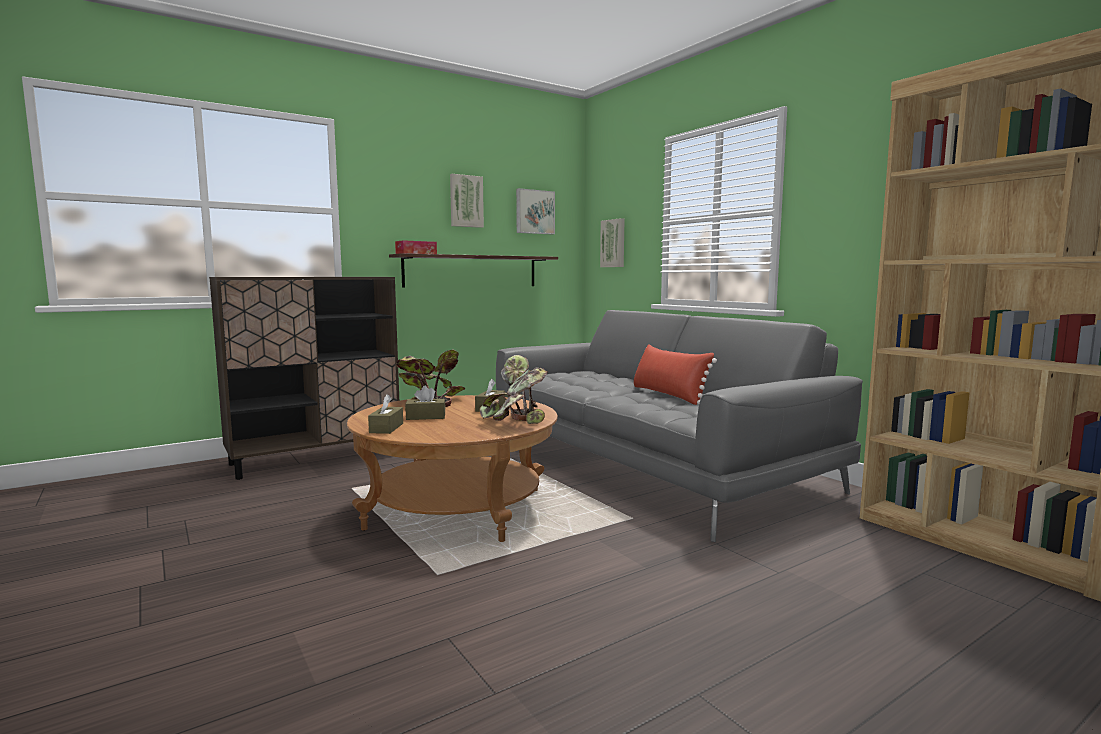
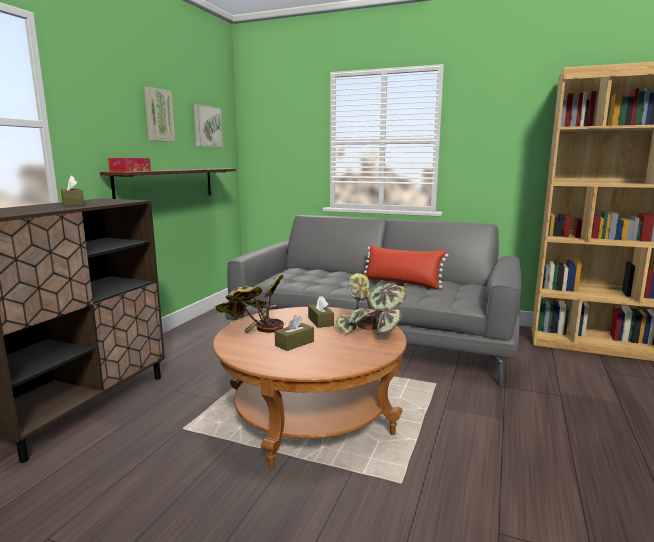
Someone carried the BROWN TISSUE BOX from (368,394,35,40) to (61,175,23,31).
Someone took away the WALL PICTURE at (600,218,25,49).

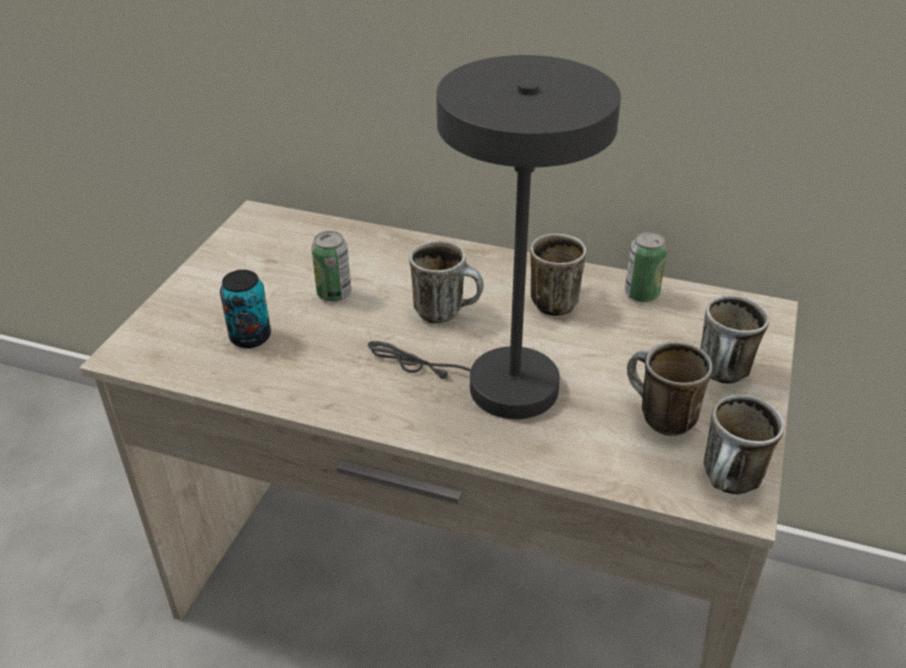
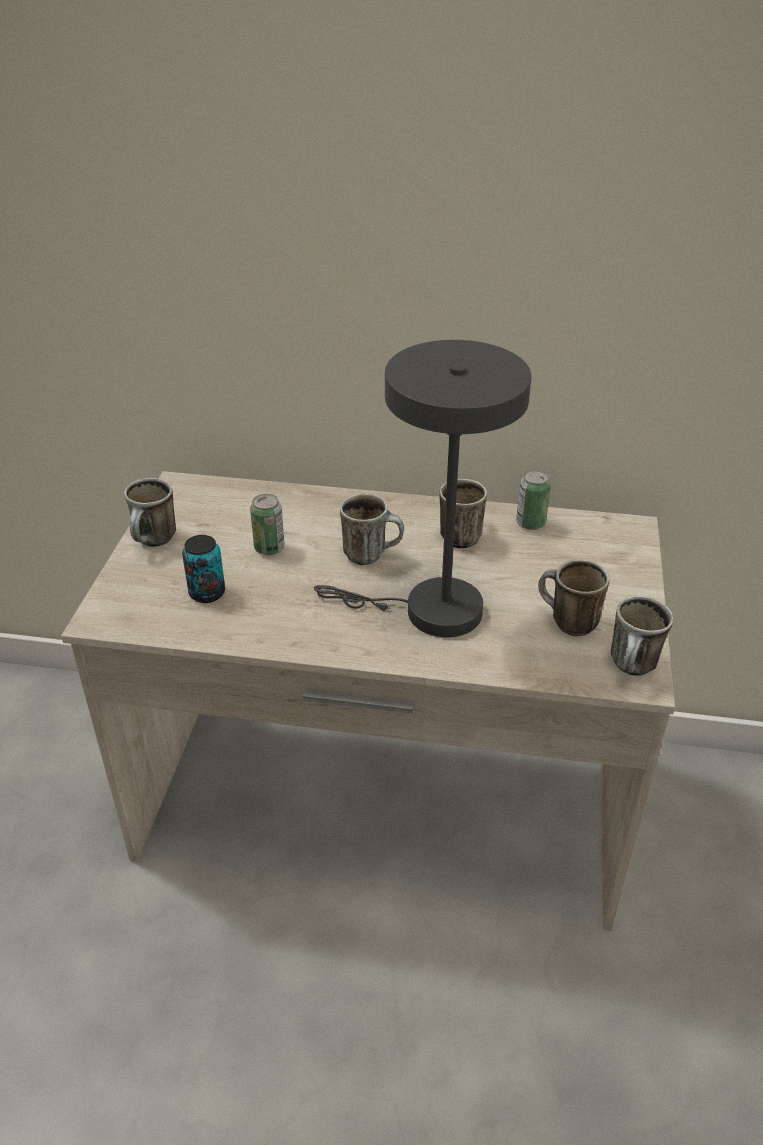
Someone carried the MUG from (700,295,69,89) to (124,478,52,69).

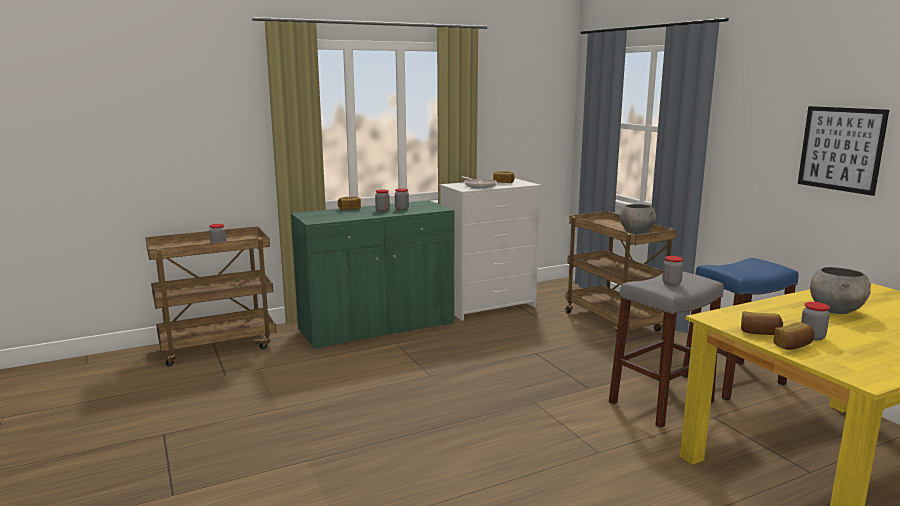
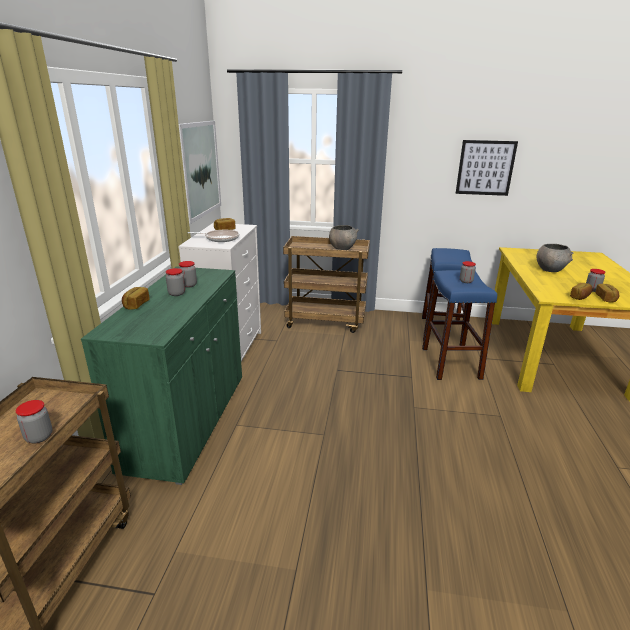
Someone put up the WALL PICTURE at (179,121,42,103).
Someone repainted the GRAY SITTING STOOL at (609,272,115,156), which became the BLUE SITTING STOOL at (422,270,75,110).

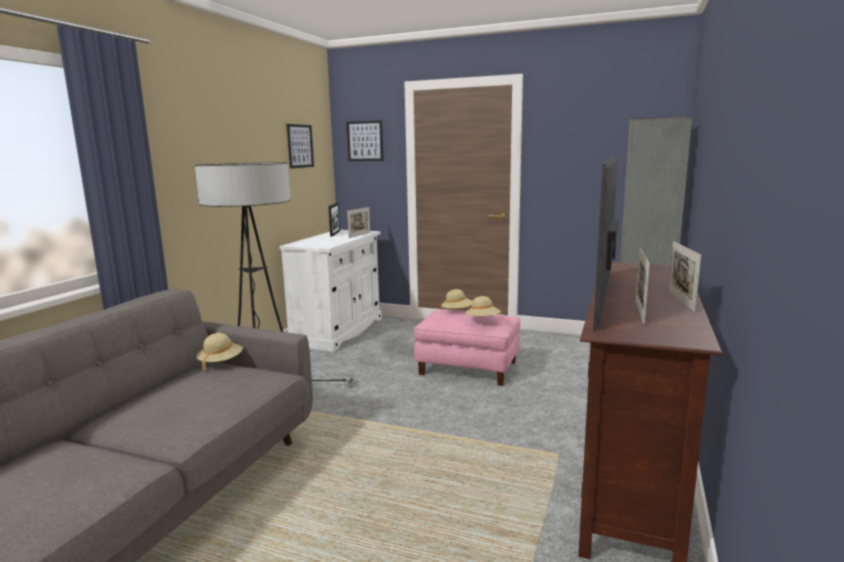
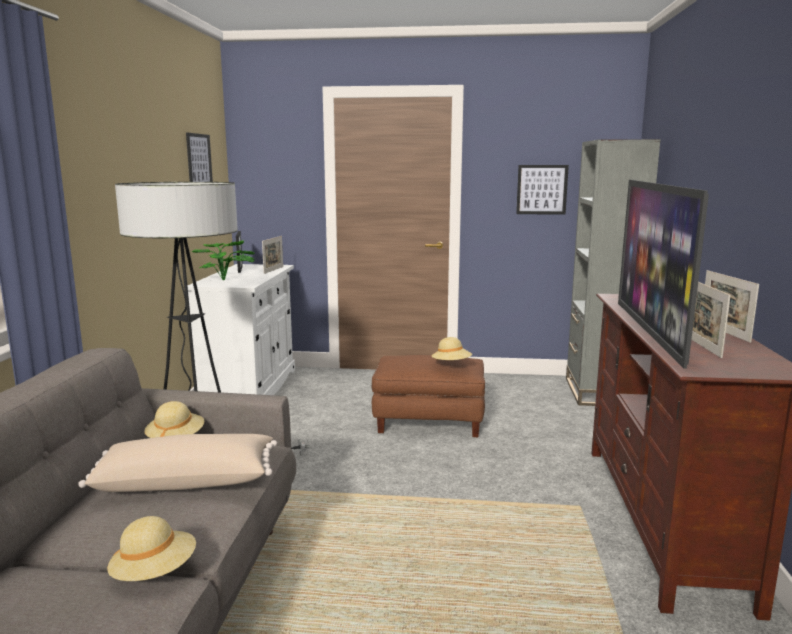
Someone put down the SAND-COLOURED PILLOW at (78,434,199,58).
Someone carried the SAND-COLOURED WEARABLE HAT from (441,289,31,21) to (107,516,89,65).
Someone put down the HOUSEPLANT at (192,240,63,40).
Someone repainted the PINK-COLOURED POUFFE at (414,310,106,76), which became the BROWN POUFFE at (372,355,113,82).
Someone carried the WALL PICTURE from (346,120,38,41) to (516,165,53,50).

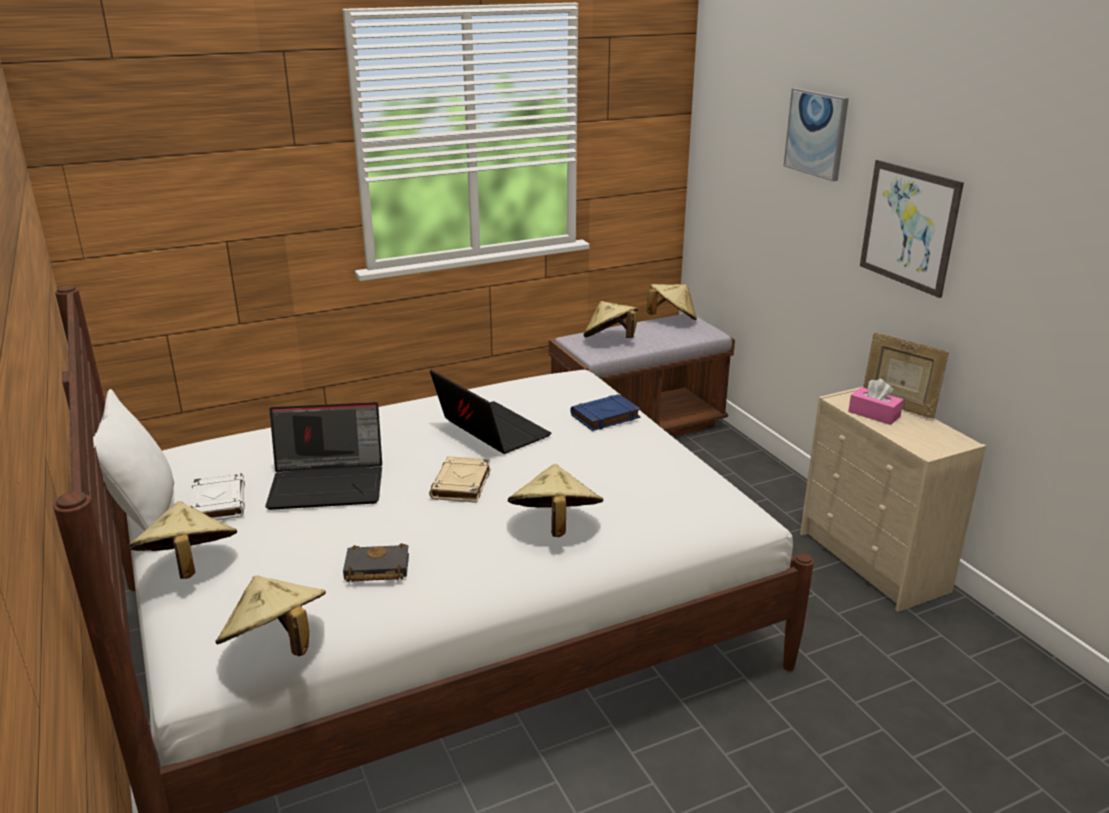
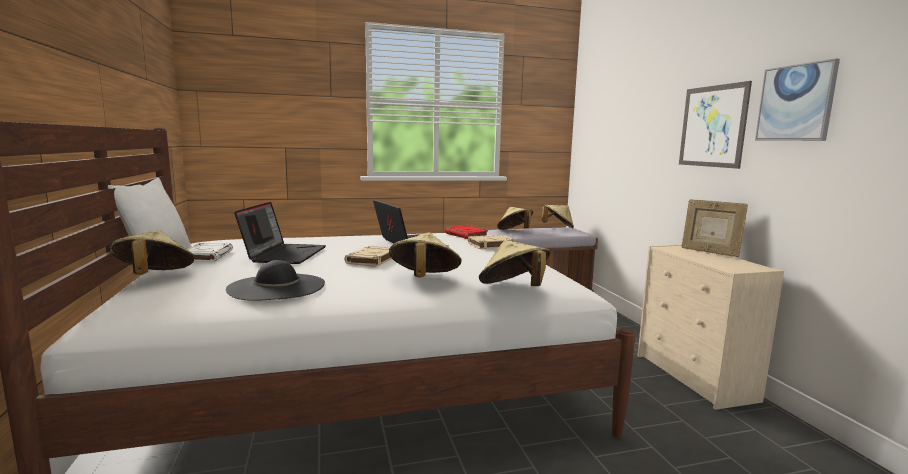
Someone swapped the BLACKISH VOLUME at (343,543,66,39) for the BLACKISH WEARABLE HAT at (226,260,99,41).
Someone rotated the LAPTOP at (265,402,117,108) by 90 degrees counterclockwise.
Someone put down the RED-COLOURED VOLUME at (445,225,43,14).
Someone repainted the BLUE VOLUME at (571,394,70,37), which became the SAND-COLOURED VOLUME at (468,235,48,14).
Someone carried the SAND-COLOURED WEARABLE HAT from (215,575,111,81) to (479,240,72,46).
Someone carried the WALL PICTURE from (784,88,65,93) to (755,58,85,83).
Someone took away the PINK-COLOURED TISSUE BOX at (848,379,55,46).

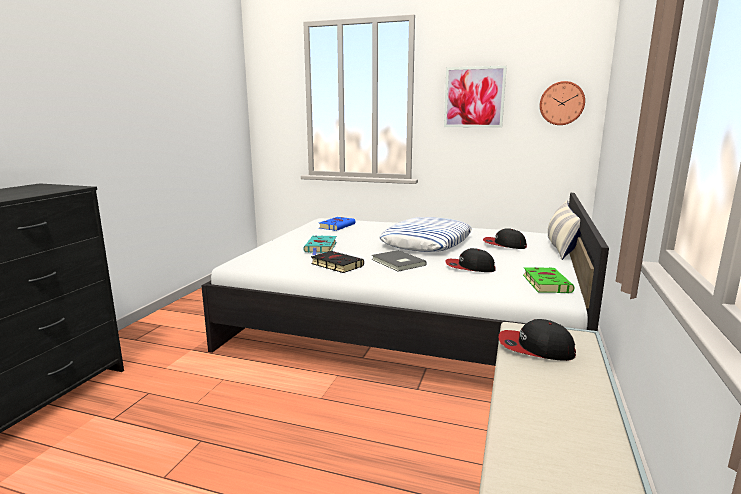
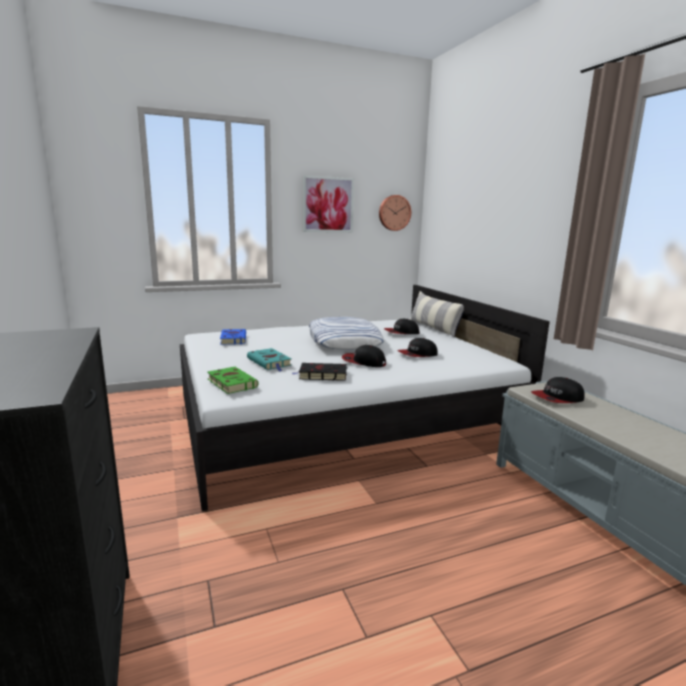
Someone carried the GREENISH VOLUME from (523,267,51,26) to (207,367,52,27).
Someone swapped the GRAY VOLUME at (371,250,55,22) for the PEAKED CAP at (342,345,44,22).

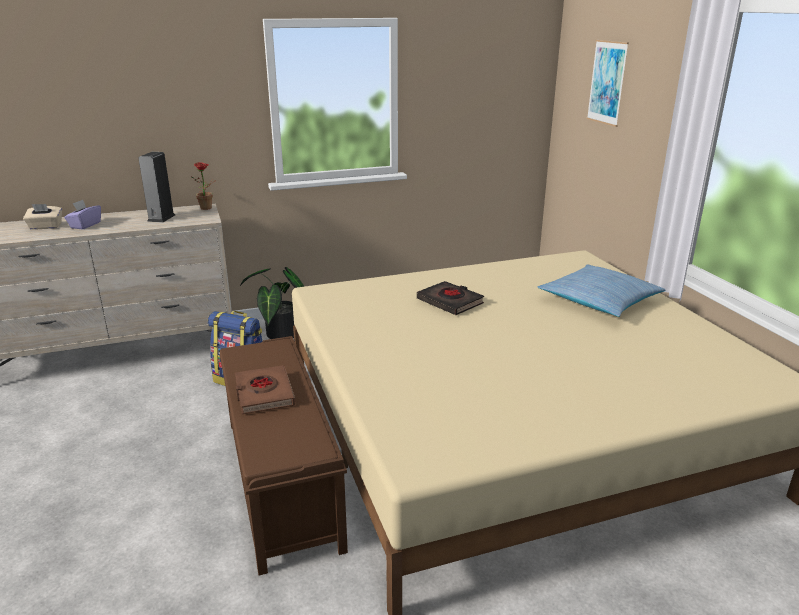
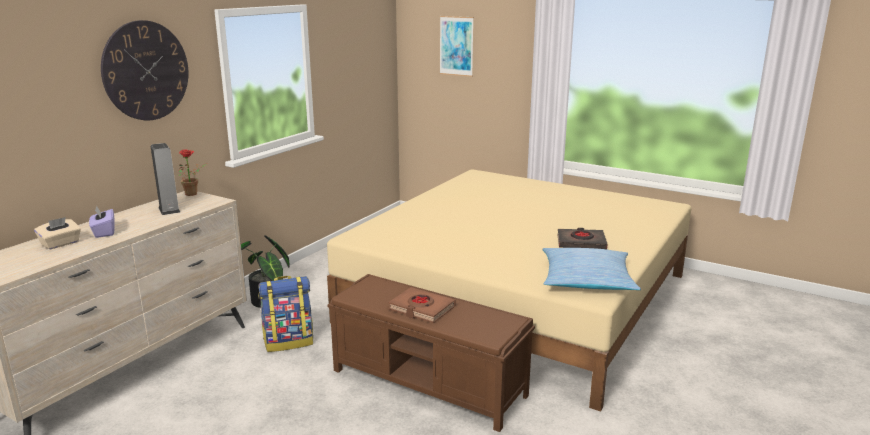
Someone put up the CLOCK ON THE WALL at (101,20,88,100).
Someone carried the PILLOW from (537,264,128,53) to (542,248,99,42).
Someone carried the BLACKISH VOLUME from (417,281,67,34) to (557,228,50,22).

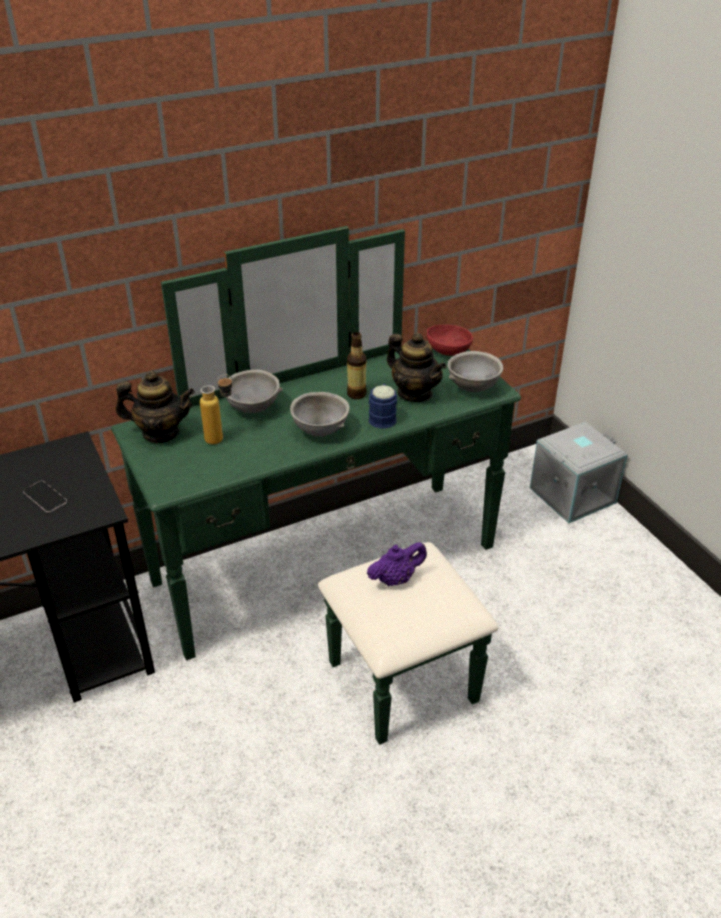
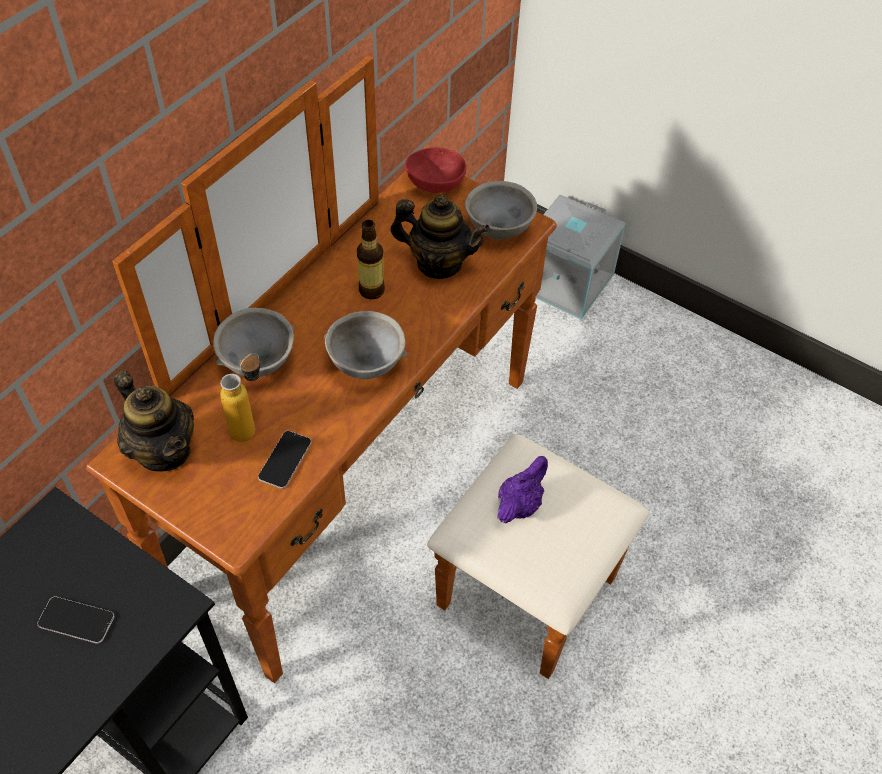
Someone repainted the GREENISH CHEST OF DRAWERS at (111,226,410,519), which became the BROWN CHEST OF DRAWERS at (86,55,562,628).
Someone rotated the TEA POT at (116,371,79,72) by 75 degrees clockwise.
Someone put down the HANDSET at (258,431,54,58).
Someone took away the BLUE MUG at (369,384,28,45).

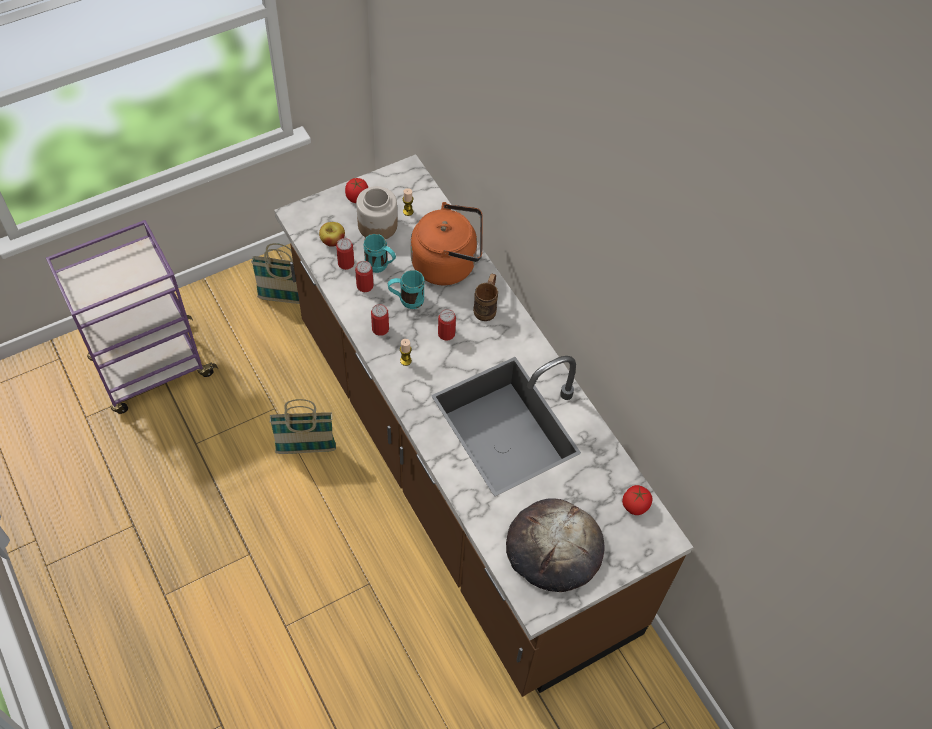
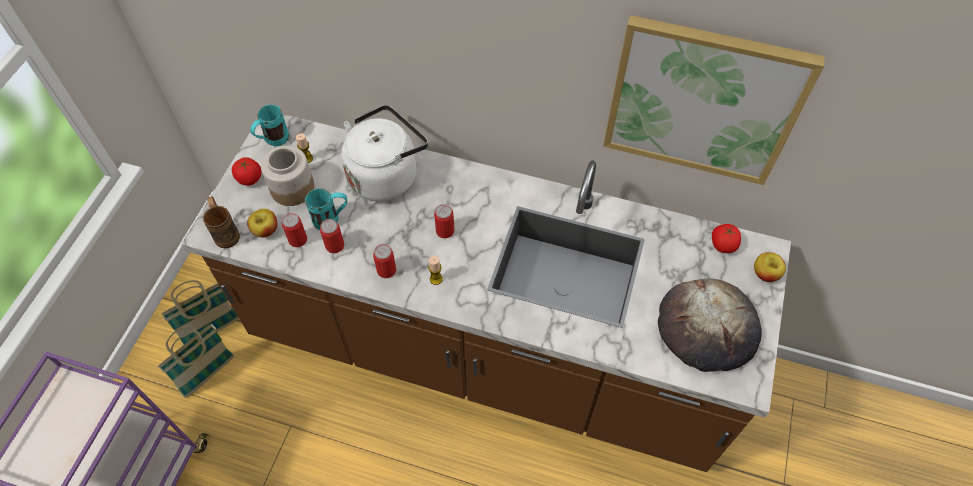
Someone carried the HOUSEHOLD BASKET from (270,399,66,55) to (158,324,76,74).
Someone carried the BROWN MUG from (473,273,25,48) to (203,196,37,52).
Someone carried the TURQUOISE-COLOURED MUG from (388,270,37,39) to (250,105,39,41).
Someone repainted the ORANGE TEA KETTLE at (411,202,72,83), which became the WHITE-COLOURED TEA KETTLE at (341,105,87,97).
Someone put up the WALL PICTURE at (603,15,222,170).
Someone put down the APPLE at (754,252,32,30).

